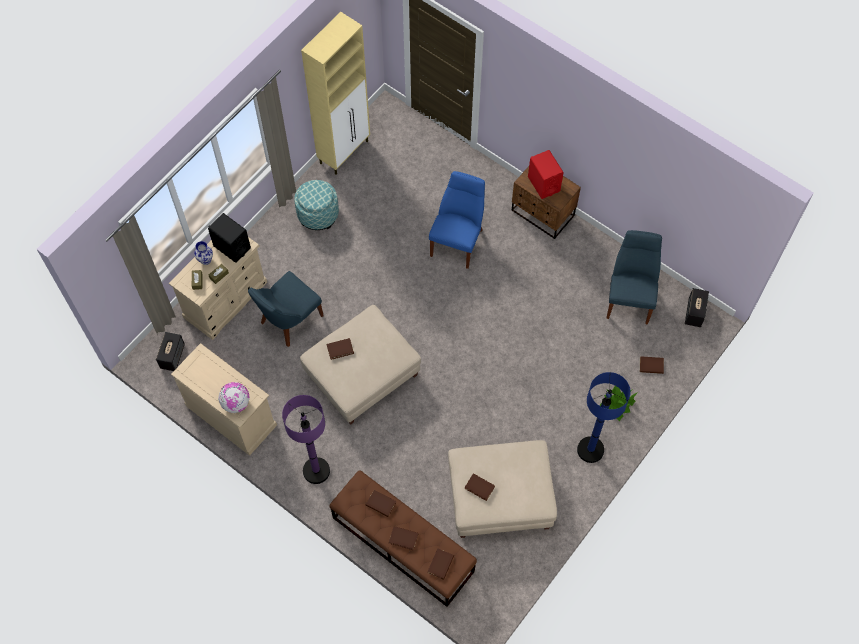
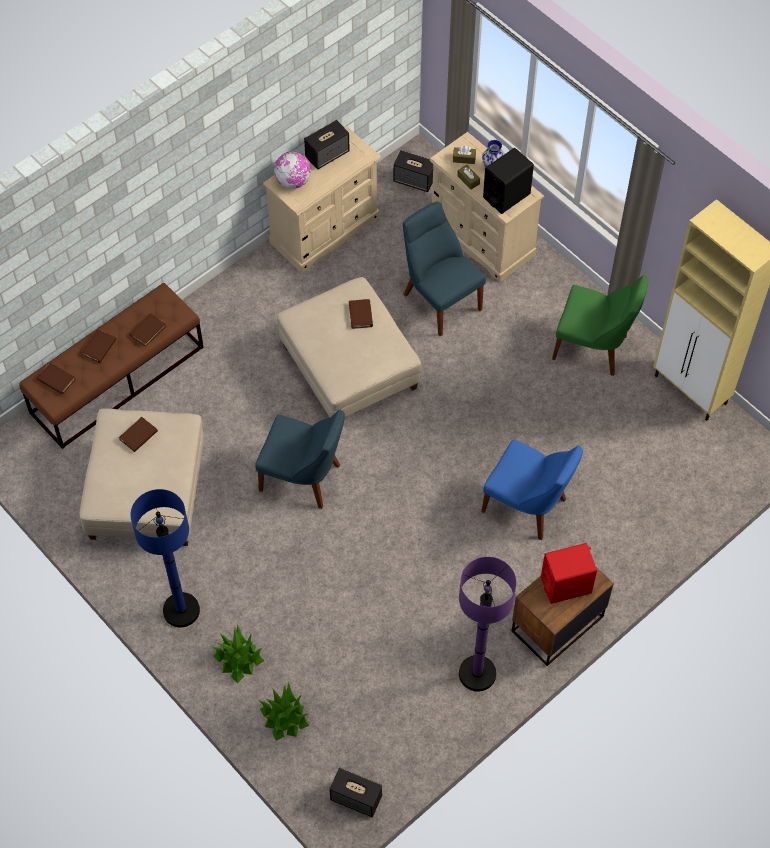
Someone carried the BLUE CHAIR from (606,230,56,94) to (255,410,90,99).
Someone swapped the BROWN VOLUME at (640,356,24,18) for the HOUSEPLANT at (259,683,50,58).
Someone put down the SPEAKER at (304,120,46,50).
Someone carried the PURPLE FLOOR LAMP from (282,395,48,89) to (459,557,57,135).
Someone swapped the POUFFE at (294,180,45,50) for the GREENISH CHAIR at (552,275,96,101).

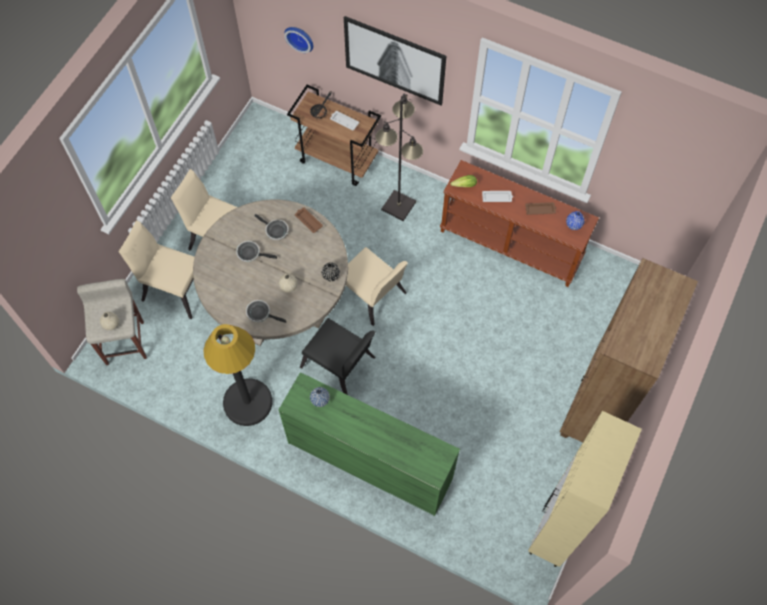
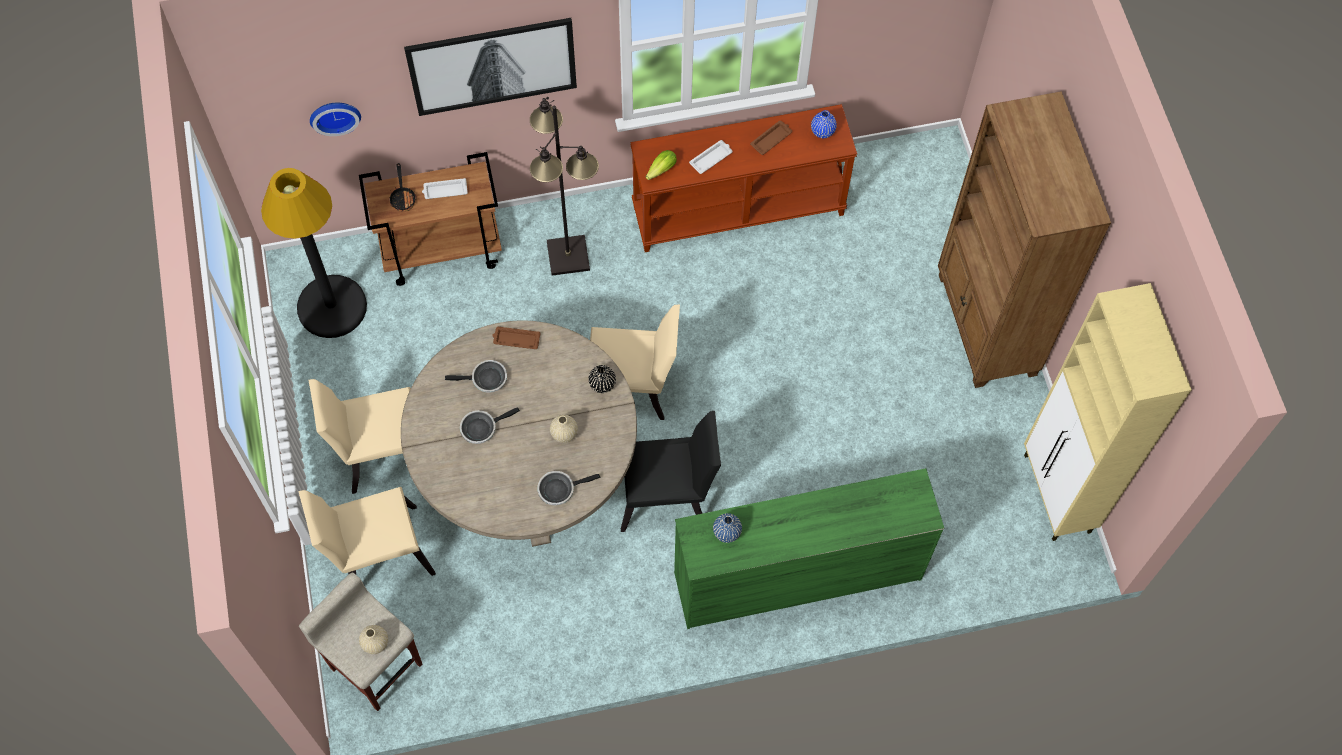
Someone carried the BLACKISH FLOOR LAMP from (203,324,69,102) to (261,168,106,170).

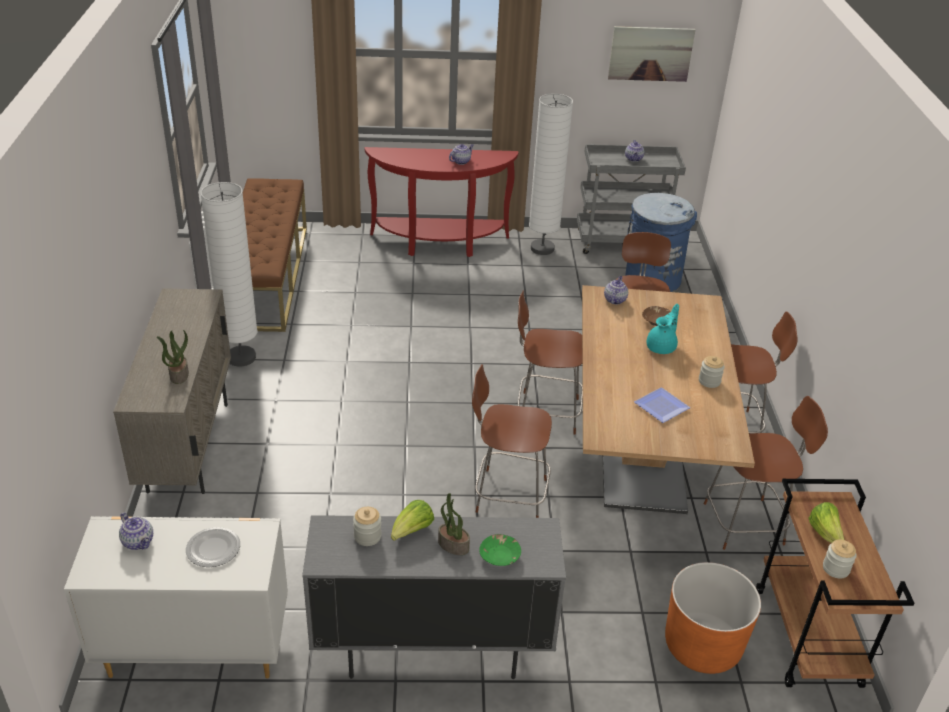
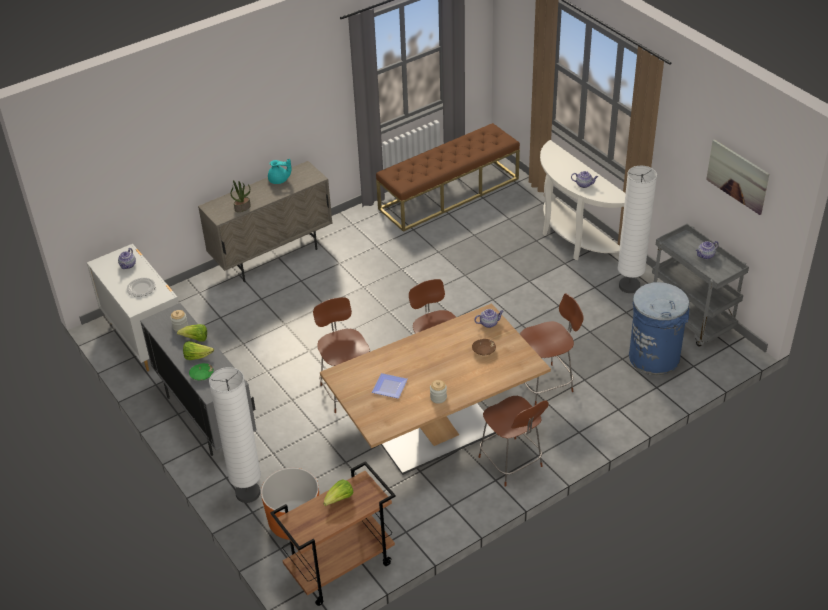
Someone swapped the HOUSEPLANT at (438,493,32,62) for the LETTUCE at (183,341,31,19).
Someone carried the WHITE-COLOURED FLOOR LAMP from (201,182,57,185) to (209,367,52,136).
Someone carried the TURQUOISE-COLOURED TEA POT from (647,304,32,50) to (268,159,23,25).
Someone repainted the RED-COLOURED HALL TABLE at (365,147,153,110), which became the WHITE-COLOURED HALL TABLE at (540,140,86,120).
Someone took away the BROWN CHAIR at (704,396,124,154).
Someone took away the PRESERVE JAR at (823,540,34,39).

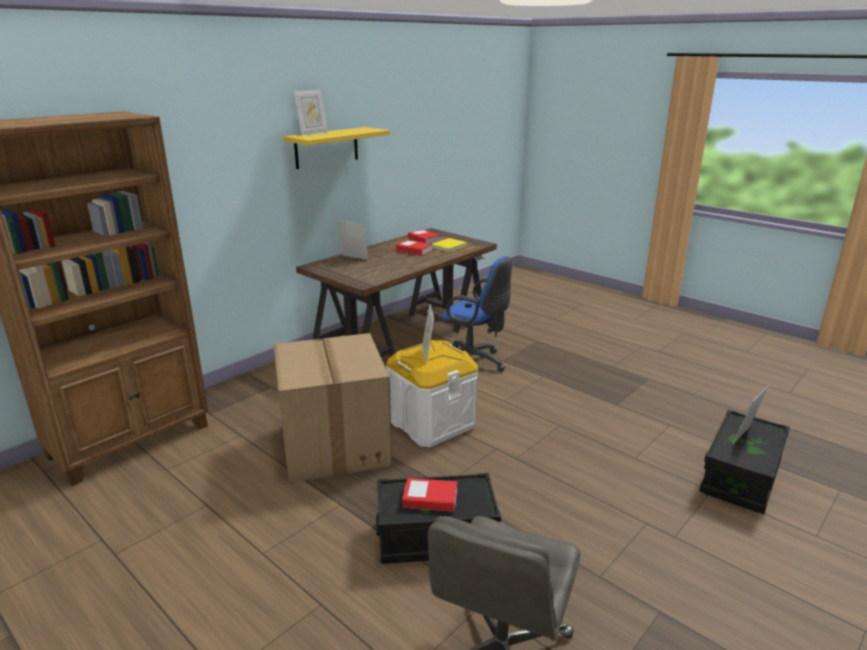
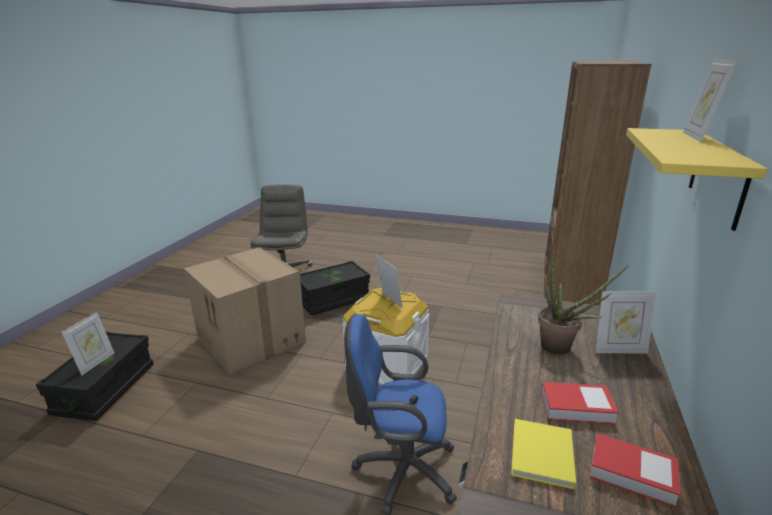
Someone carried the PACKING BOX from (273,333,119,150) to (184,247,122,128).
Someone put down the HOUSEPLANT at (538,251,91,104).
Someone took away the VOLUME at (402,478,55,34).

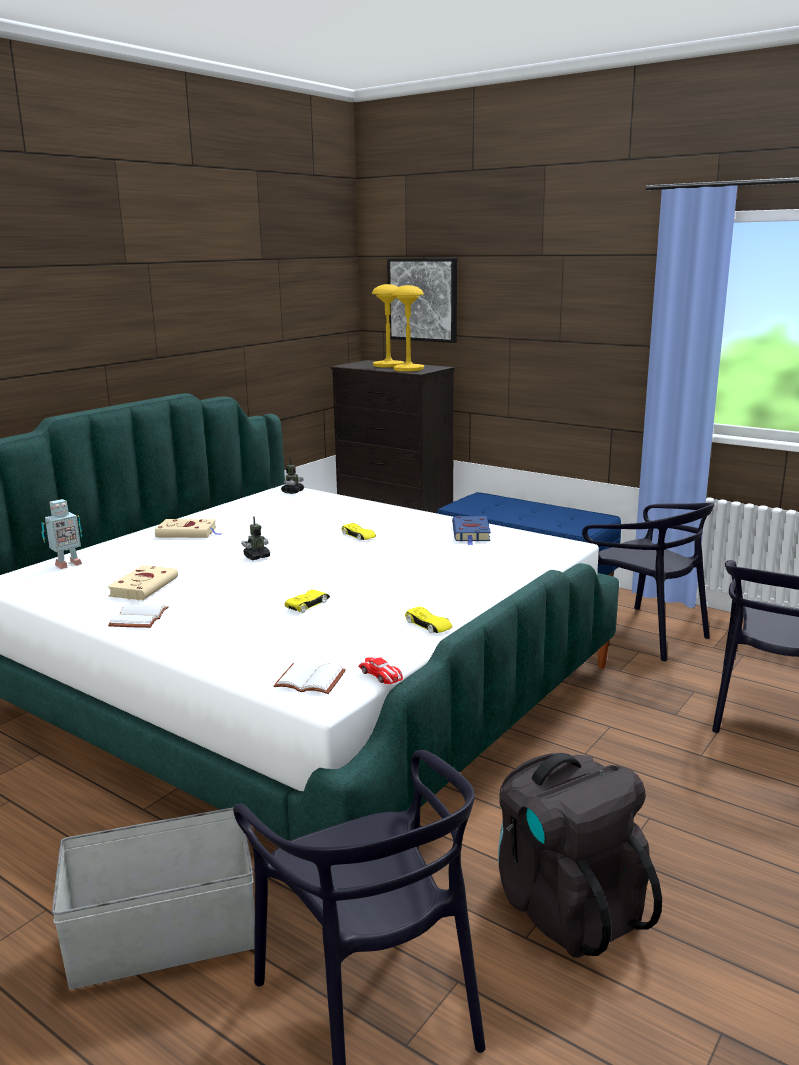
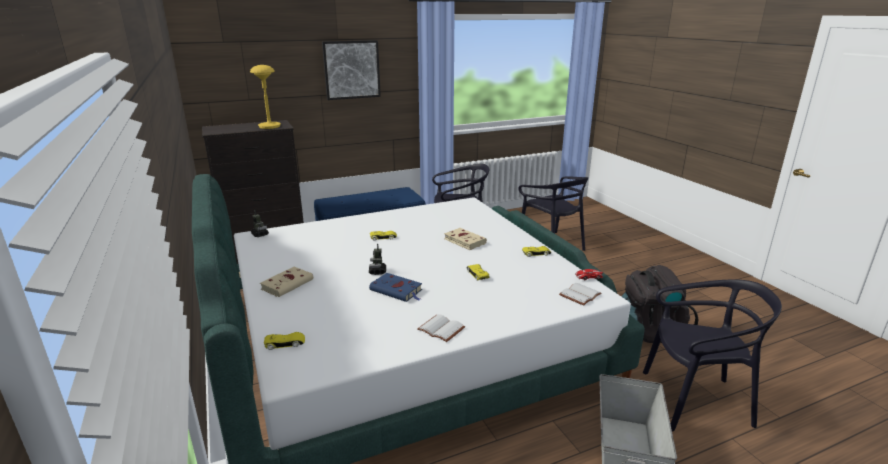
Someone swapped the TOY ROBOT at (41,499,42,70) for the YELLOWISH MODEL CAR at (264,332,41,18).
Someone carried the WALL PICTURE from (387,258,70,85) to (322,40,59,60).
Someone carried the BLUE VOLUME from (452,516,39,29) to (369,273,53,29).
Someone carried the SAND-COLOURED VOLUME from (107,565,71,35) to (444,228,43,22).
Someone took away the YELLOWISH TABLETOP LAMP at (372,284,33,83).

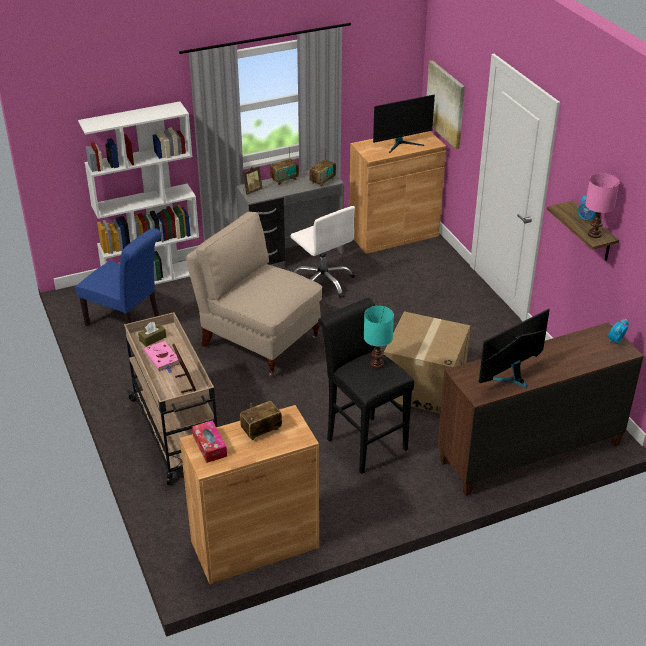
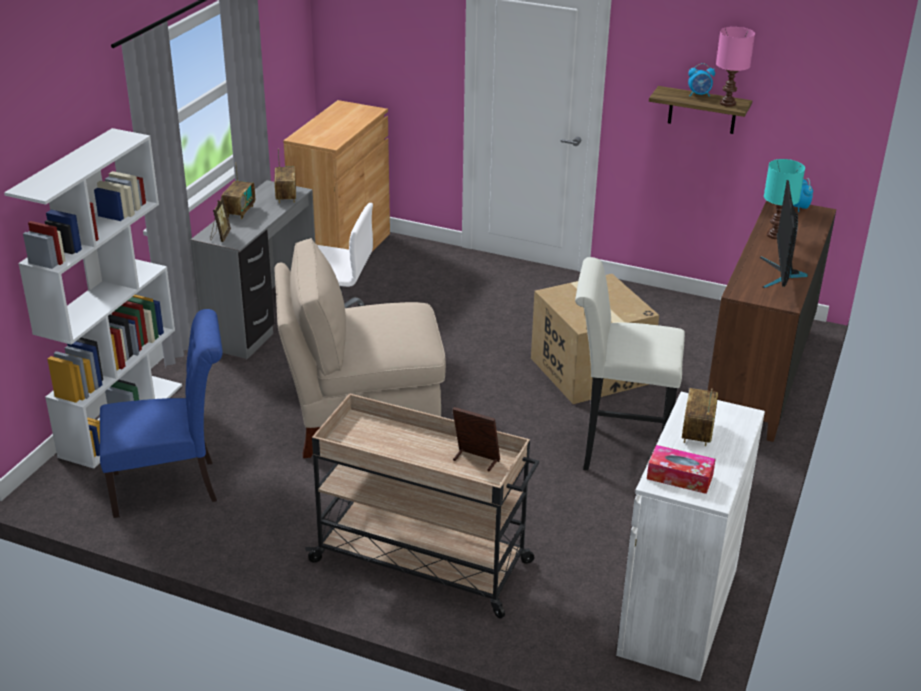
Someone repainted the BLACKISH SITTING STOOL at (318,298,96,176), which became the WHITE-COLOURED SITTING STOOL at (575,257,110,213).
Someone repainted the BROWN STORAGE CABINET at (180,405,139,179), which became the WHITE-COLOURED STORAGE CABINET at (616,392,149,289).
Someone carried the TURQUOISE-COLOURED TABLETOP LAMP from (364,306,30,63) to (764,159,41,80).
Someone took away the BROWN TISSUE BOX at (138,322,28,25).
Someone took away the PINK-COLOURED VOLUME at (144,341,36,32).
Someone took away the MONITOR at (373,95,62,58).
Someone took away the WALL PICTURE at (427,60,38,89).

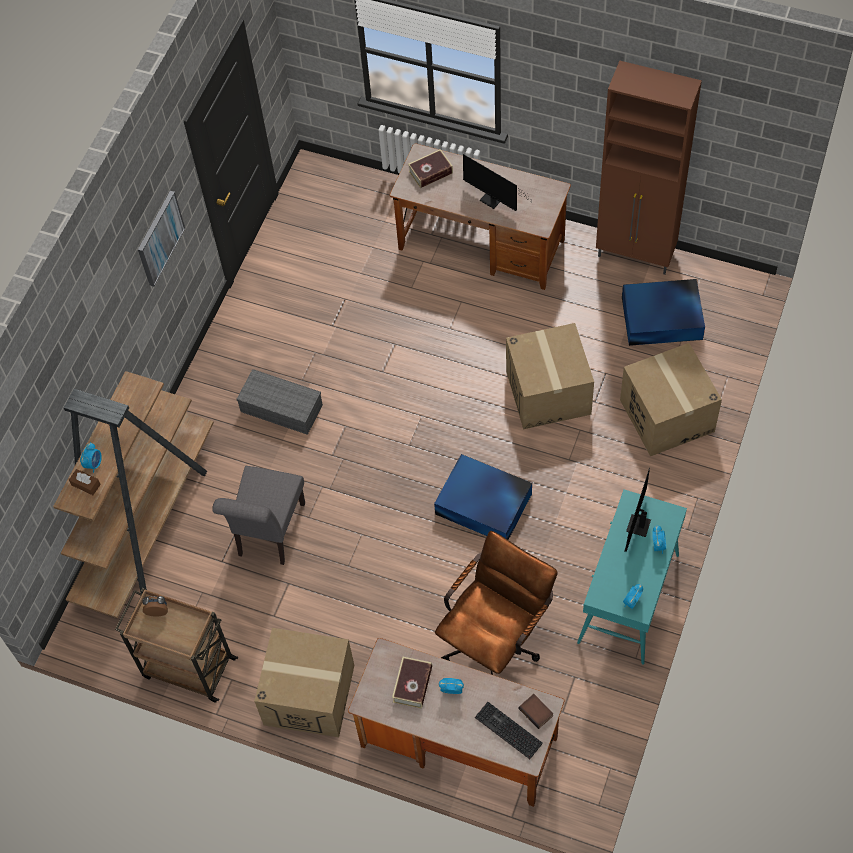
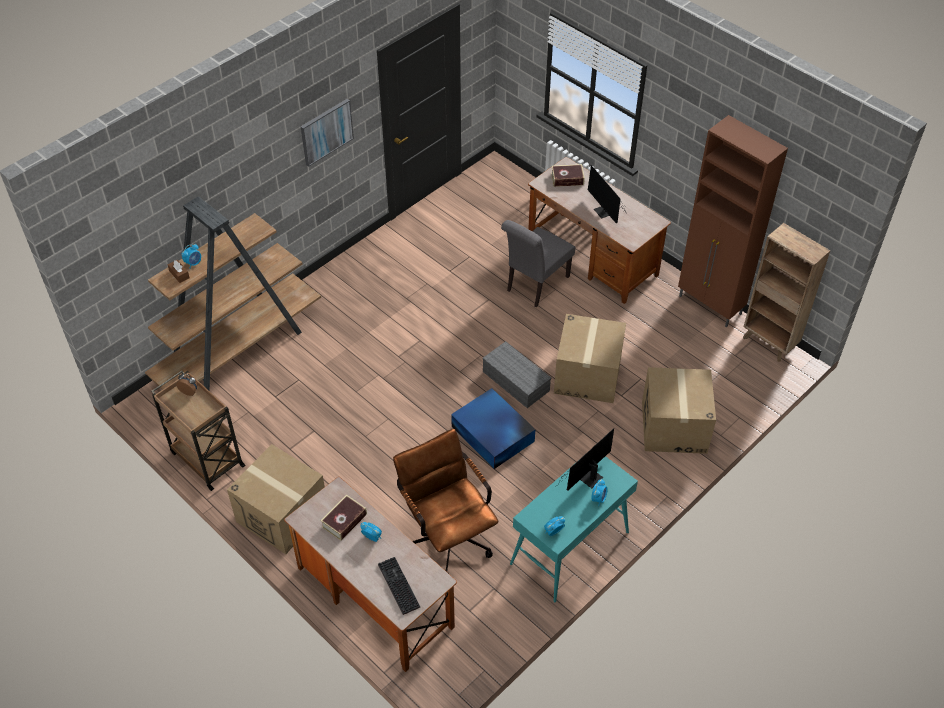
Someone rotated the BROWN COMPUTER CHAIR at (435,531,123,144) by 90 degrees counterclockwise.
Someone carried the GRAY STORAGE BIN from (236,369,87,66) to (482,341,69,67).
Someone carried the GRAY CHAIR from (212,466,93,99) to (501,220,74,87).
Someone put down the BROWN BOOKCASE at (743,223,87,139).
Someone took away the VOLUME at (519,694,34,35).
Someone took away the BLUE STORAGE BIN at (622,279,83,67).

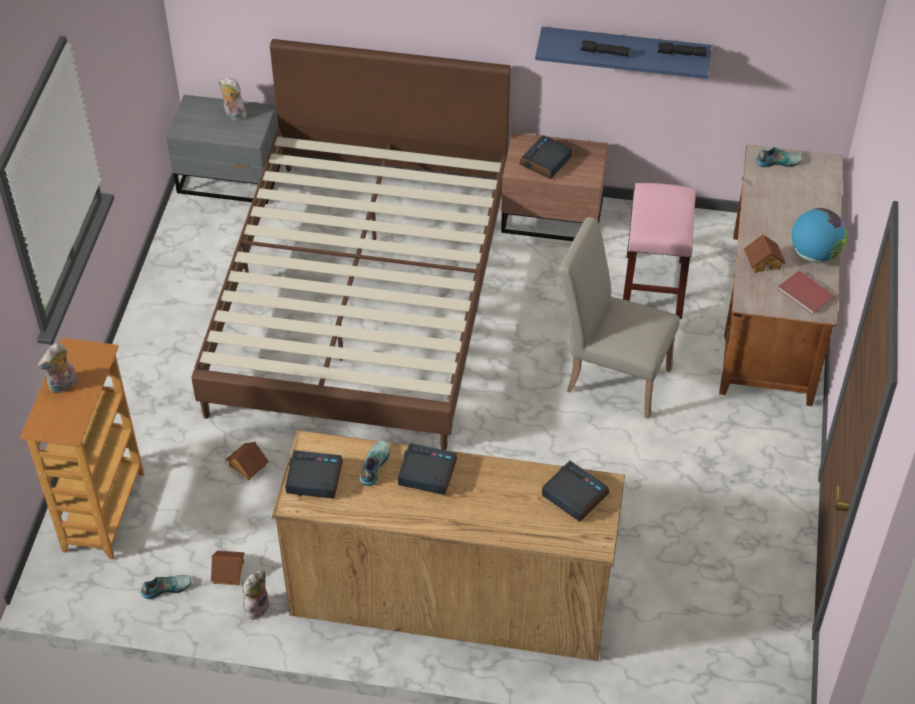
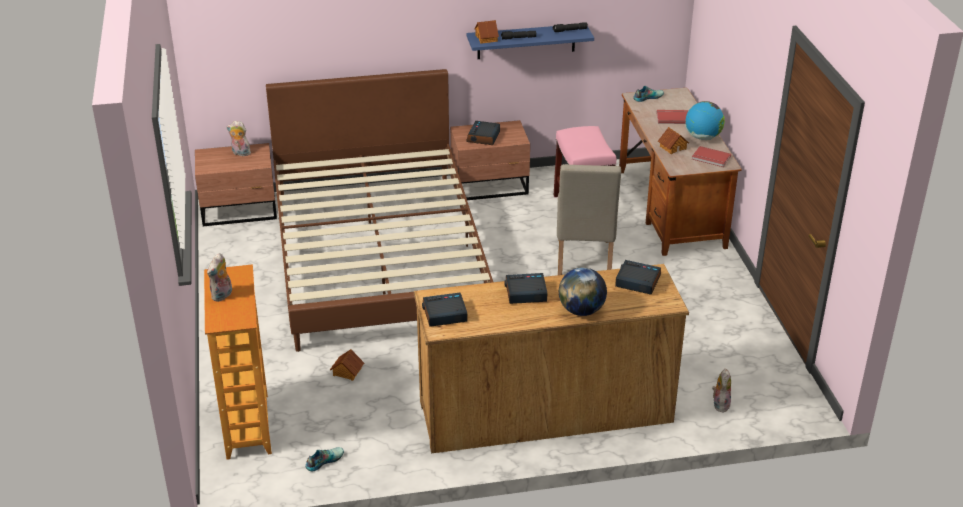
Someone repainted the GRAY NIGHT TABLE at (166,95,115,109), which became the BROWN NIGHT TABLE at (195,143,82,83).
Someone carried the MODEL HOUSE from (211,551,34,35) to (474,20,25,24).
Someone rotated the SAND-COLOURED CHAIR at (559,217,121,202) by 90 degrees counterclockwise.
Someone put down the DESK GLOBE at (559,267,48,49).
Someone put down the RED-COLOURED VOLUME at (656,110,32,14).
Someone carried the PLUSH TOY from (242,570,28,50) to (712,369,19,43).
Someone took away the LOW SHOE at (360,441,30,45).

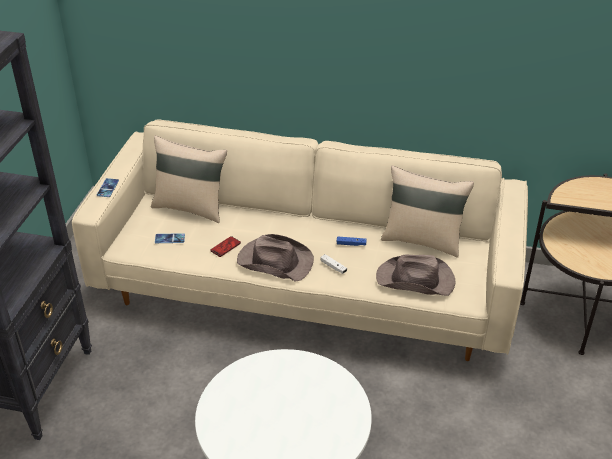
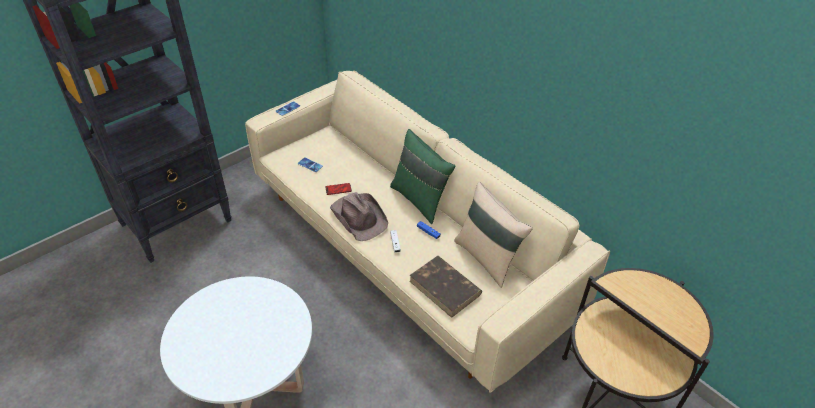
Someone put down the GREENISH PILLOW at (390,129,65,95).
Someone swapped the BROWN WEARABLE HAT at (376,254,80,42) for the BROWN VOLUME at (409,256,73,62).
Someone took away the SAND-COLOURED PILLOW at (151,135,76,88).

